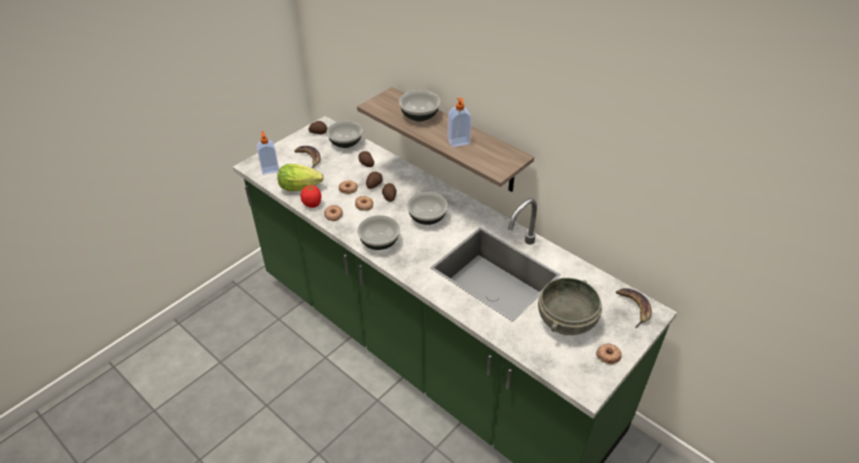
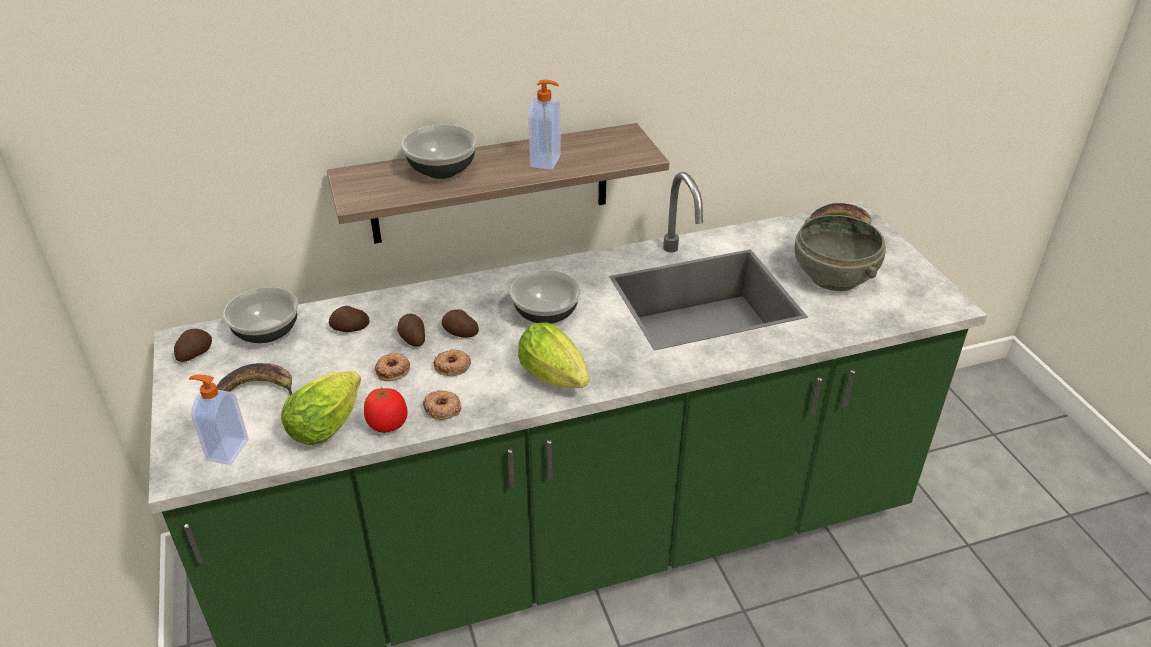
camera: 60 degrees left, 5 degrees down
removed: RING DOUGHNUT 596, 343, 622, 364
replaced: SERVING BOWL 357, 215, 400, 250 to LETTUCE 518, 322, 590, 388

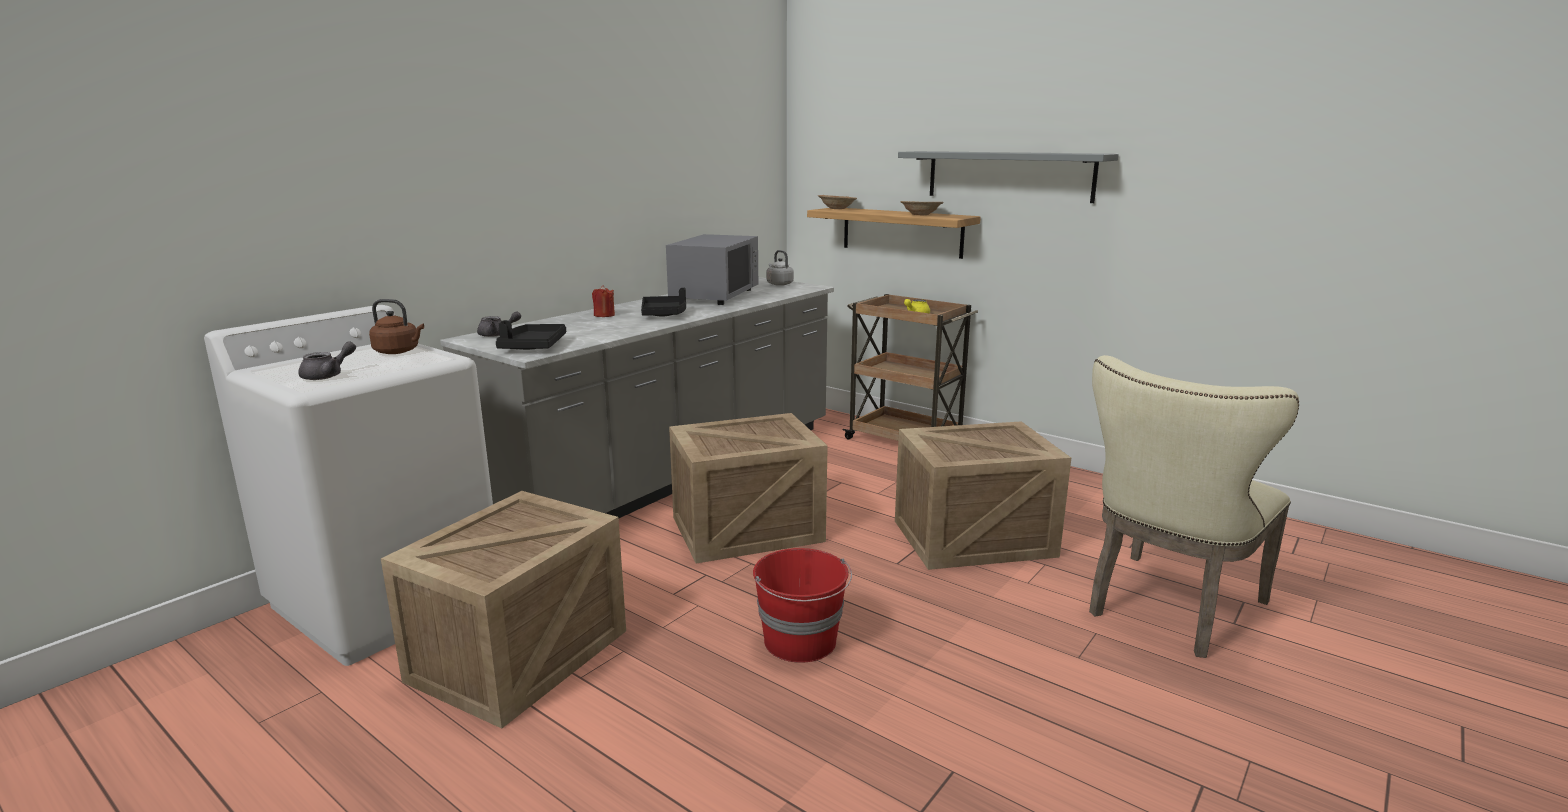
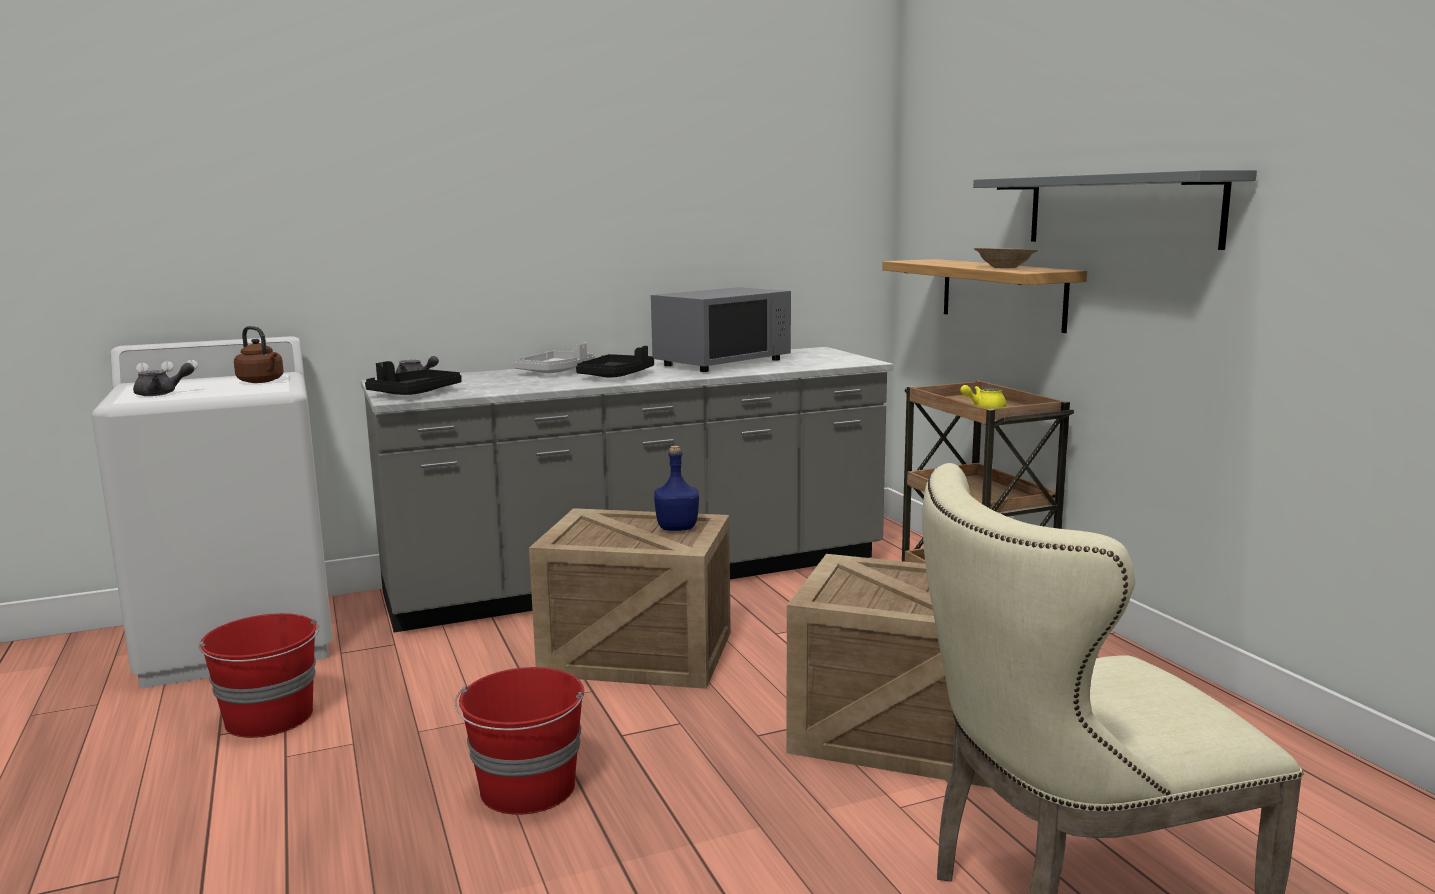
camera: 30 degrees right, 5 degrees down
removed: GRAY KETTLE 766, 250, 794, 286; BROWN SERVING BOWL 818, 195, 857, 209
added: BLUE-COLOURED DRINK BOTTLE 654, 446, 699, 531
replaced: SHIPPING CRATE 381, 491, 626, 729 to RED-COLOURED PAIL 198, 613, 319, 738; RED-COLOURED WAX LIGHT 592, 285, 615, 317 to GRAY CARRYING TRAY 514, 343, 595, 373

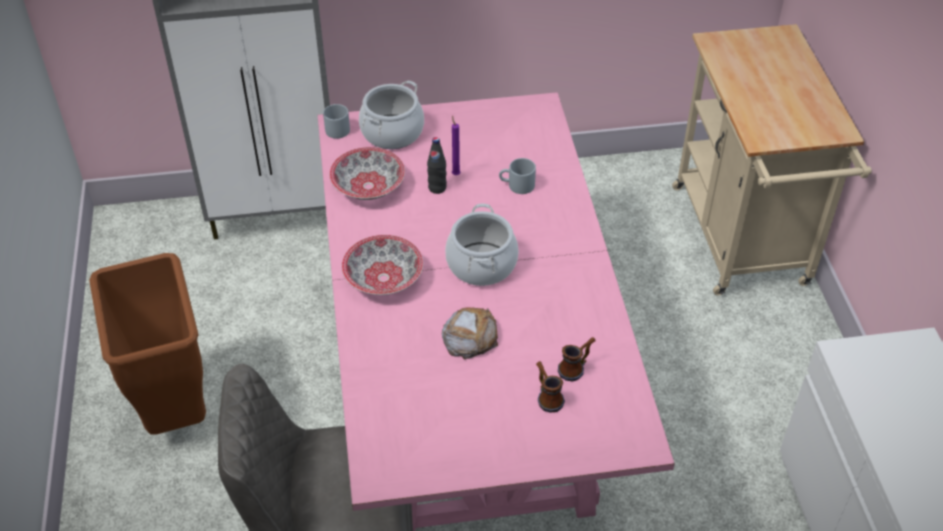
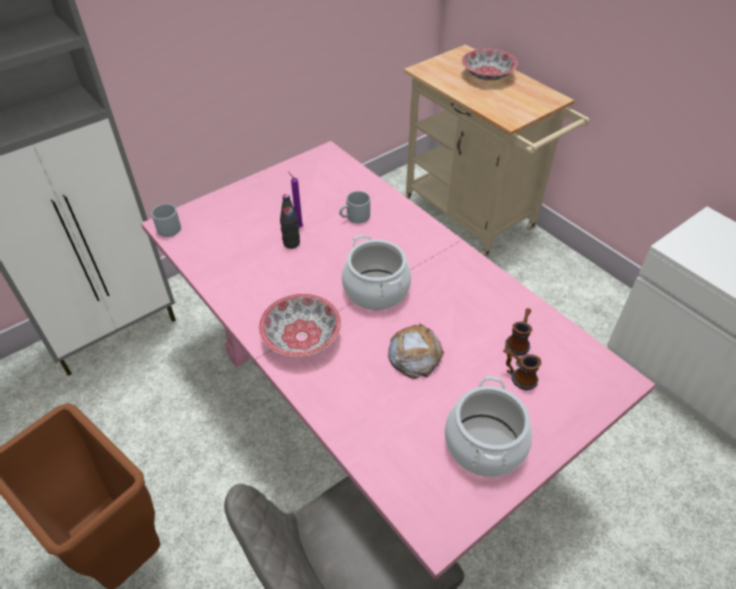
camera: 30 degrees left, 0 degrees up
moved: SAUCEPOT 359, 80, 424, 149 to 445, 376, 532, 477; SERVING BOWL 329, 147, 405, 200 to 462, 49, 518, 81

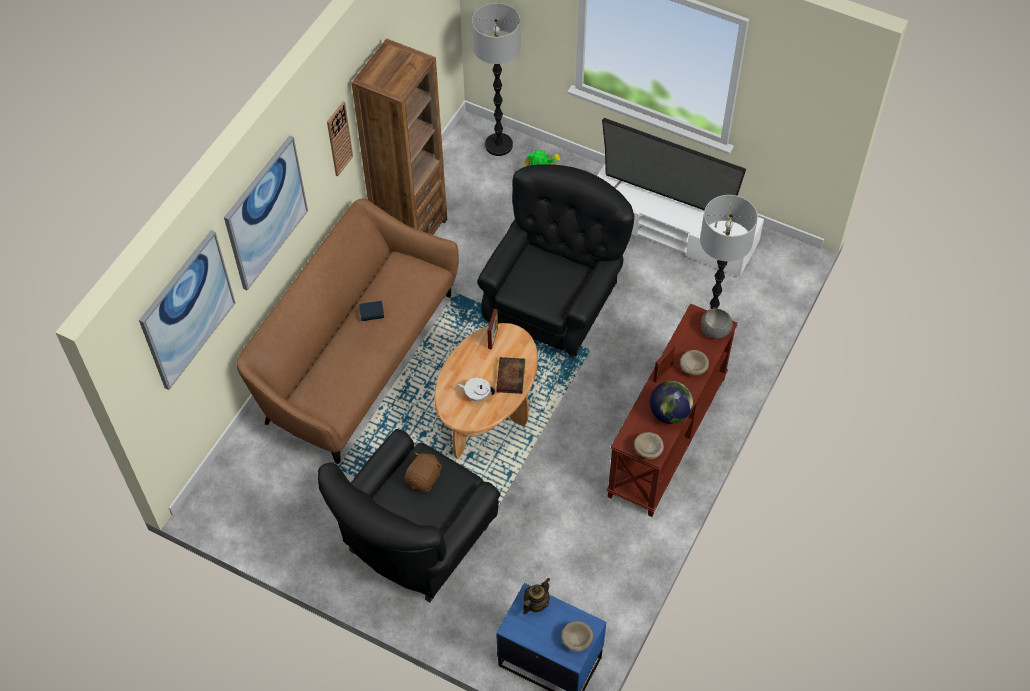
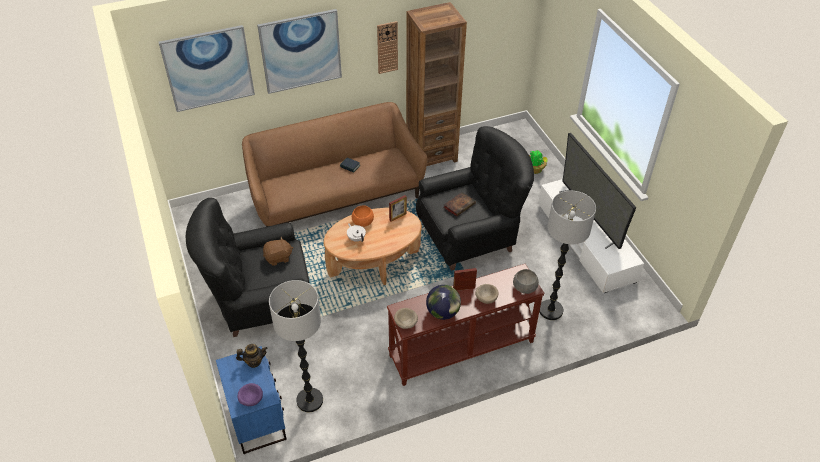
camera: 40 degrees right, 10 degrees down
added: ORANGE SERVING BOWL 352, 205, 374, 227
moved: STANDING LAMP 472, 3, 520, 156 to 269, 280, 323, 412; BOUND BOOK 496, 357, 525, 394 to 444, 192, 476, 217
recoloured: BEIGE-COLOURED SERVING BOWL 561, 621, 593, 652 to PURPLE SERVING BOWL 238, 383, 263, 406

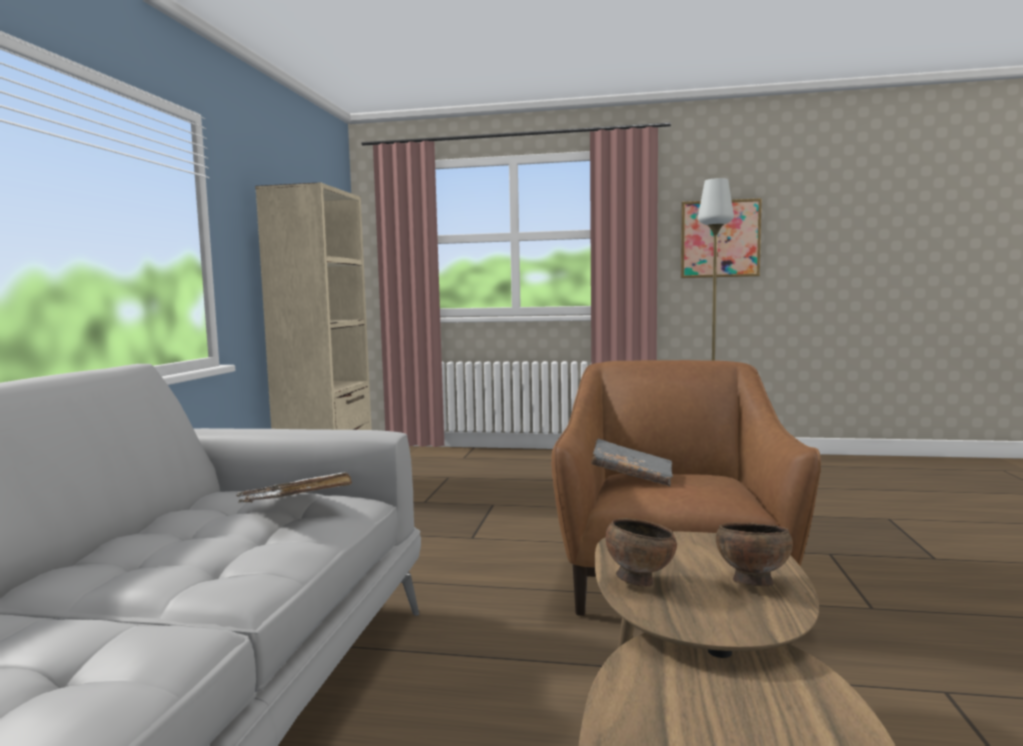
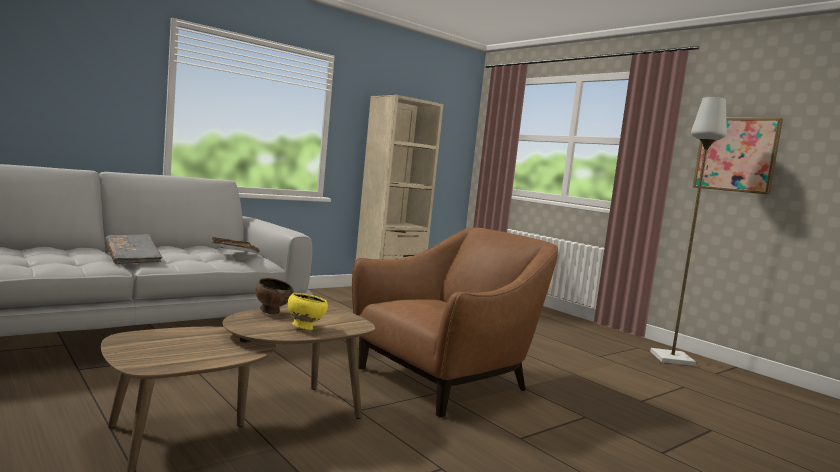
camera: 40 degrees right, 0 degrees up
moved: GRAY BOUND BOOK 591, 439, 673, 486 to 105, 234, 162, 265
recoloured: BROWN SERVING BOWL 716, 522, 793, 586 to YELLOWISH SERVING BOWL 288, 293, 328, 330

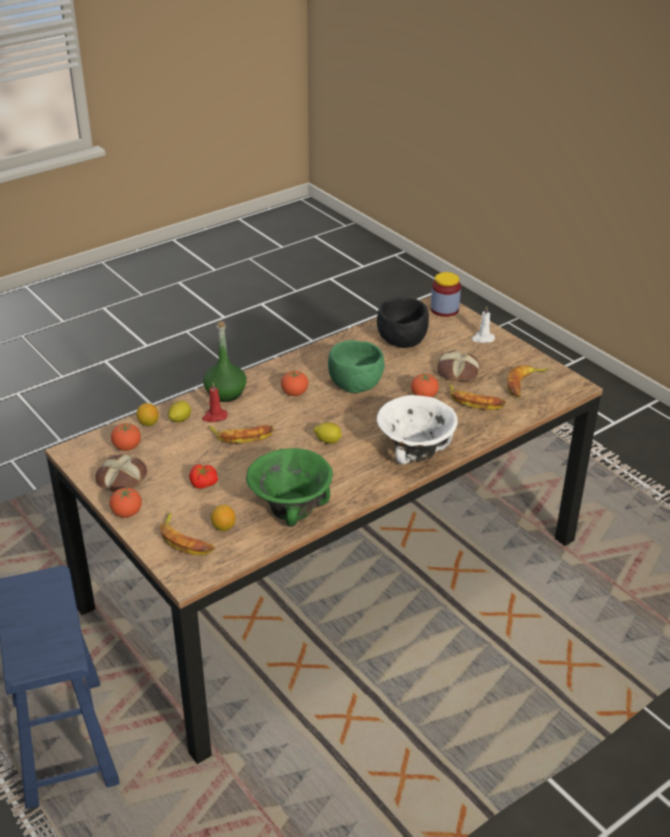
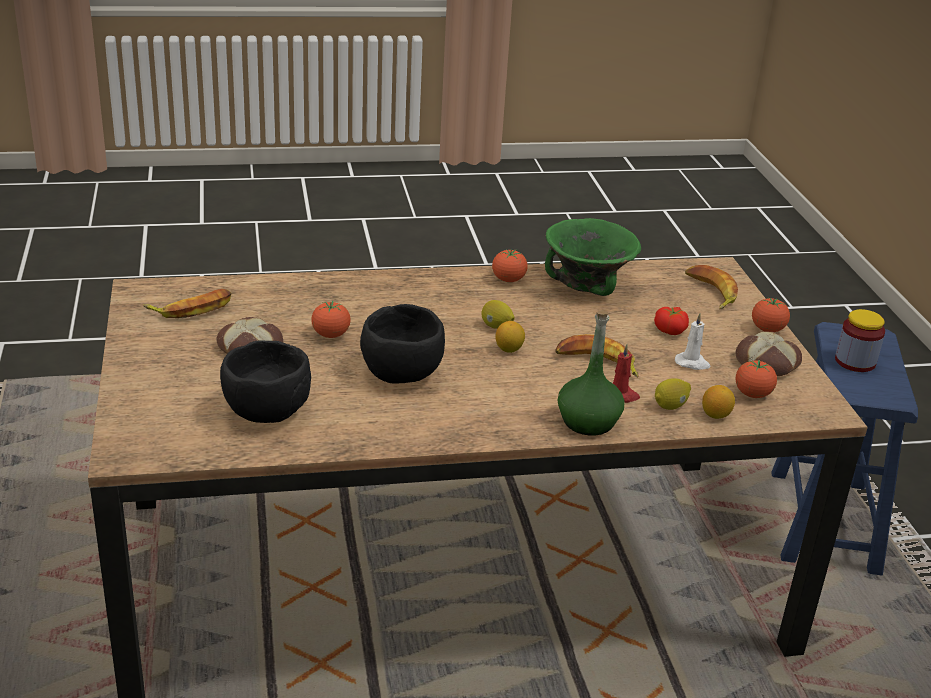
camera: 155 degrees left, 5 degrees down
removed: WHITE SERVING BOWL 377, 395, 458, 464; WHOLE BANANA 449, 383, 506, 410
moved: FRESH TOMATO 281, 370, 308, 396 to 492, 249, 528, 282; CITRUS FRUIT 211, 505, 236, 531 to 495, 321, 525, 353; WHITE WAX LIGHT 471, 307, 495, 343 to 675, 313, 710, 370; STORAGE JAR 431, 272, 461, 317 to 835, 309, 885, 372
recoloured: GREENISH SERVING BOWL 328, 340, 385, 393 to BLACKISH SERVING BOWL 360, 304, 445, 384

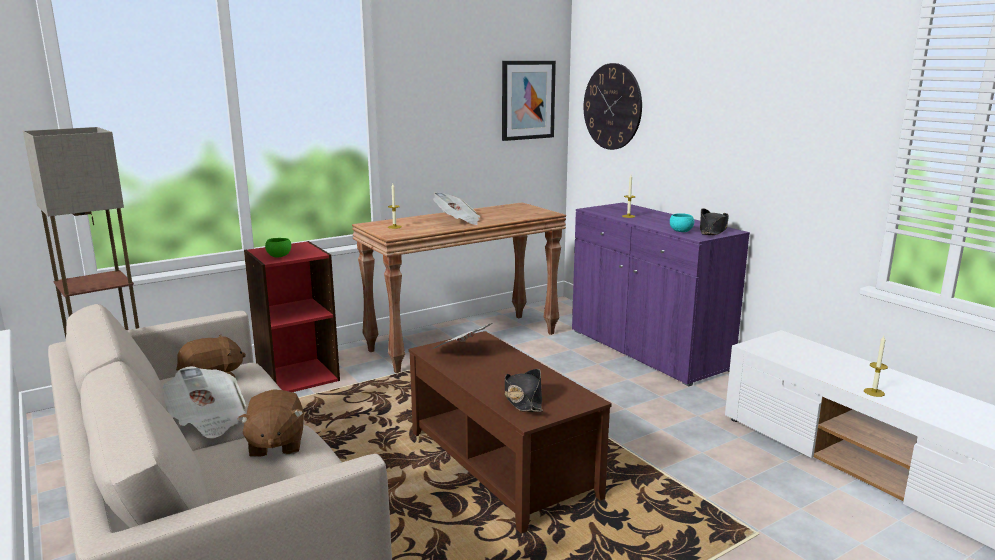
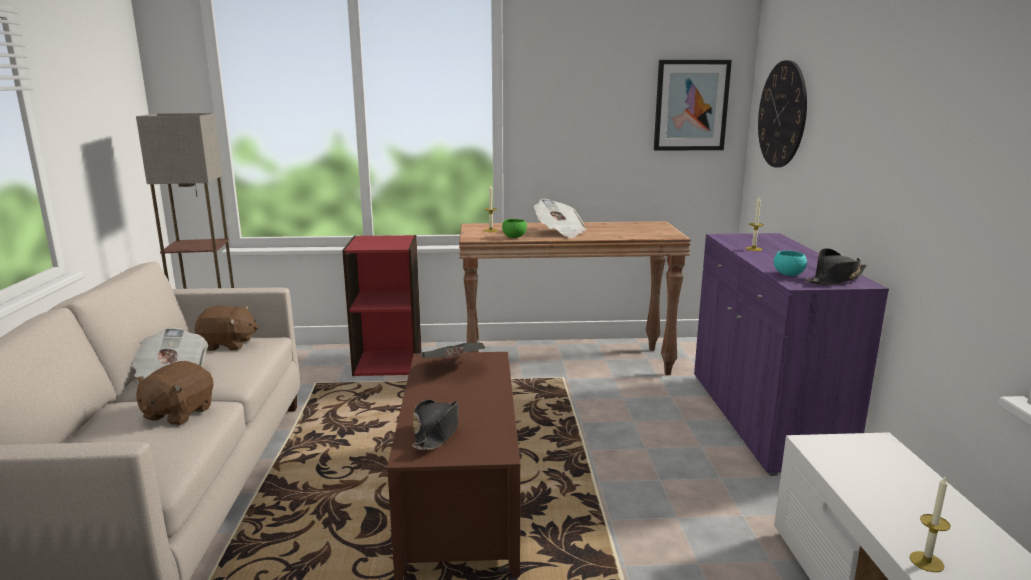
camera: 30 degrees right, 0 degrees up
moved: GREENISH SERVING BOWL 265, 238, 291, 258 to 502, 219, 527, 238

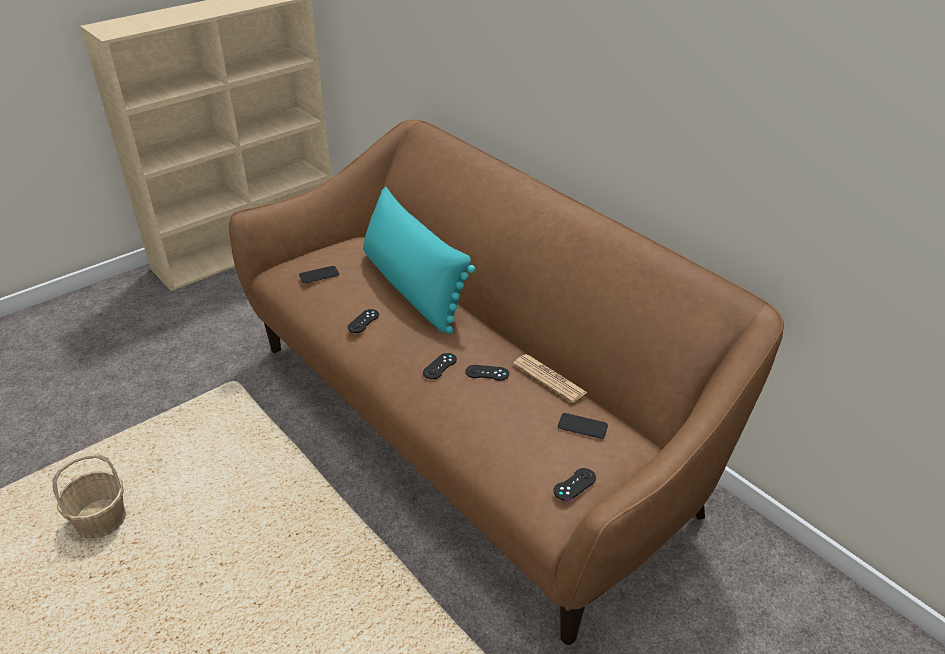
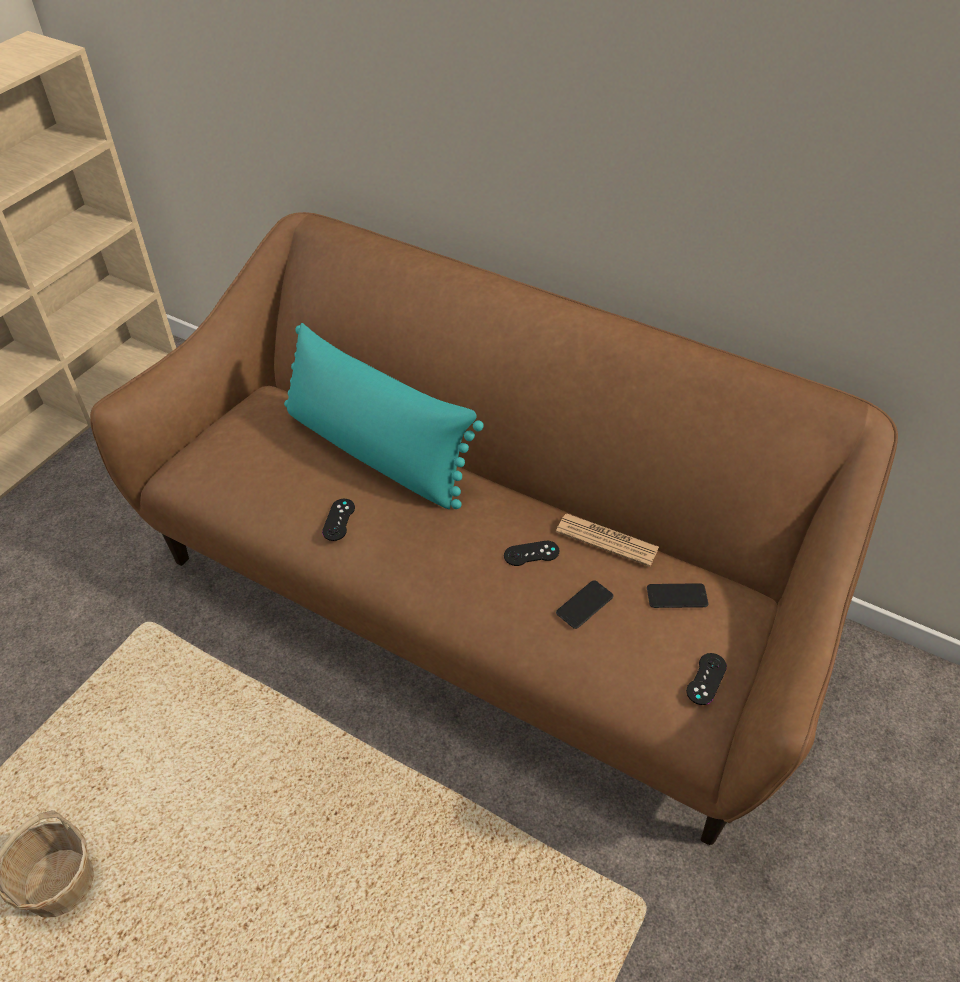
camera: 20 degrees left, 10 degrees up
removed: BLACKISH GAMEPAD 423, 353, 457, 379
moved: PHONE 299, 266, 339, 283 to 556, 580, 613, 629

